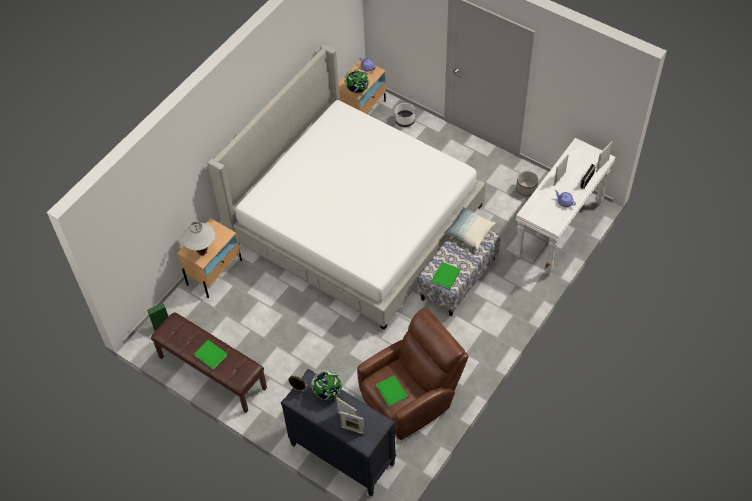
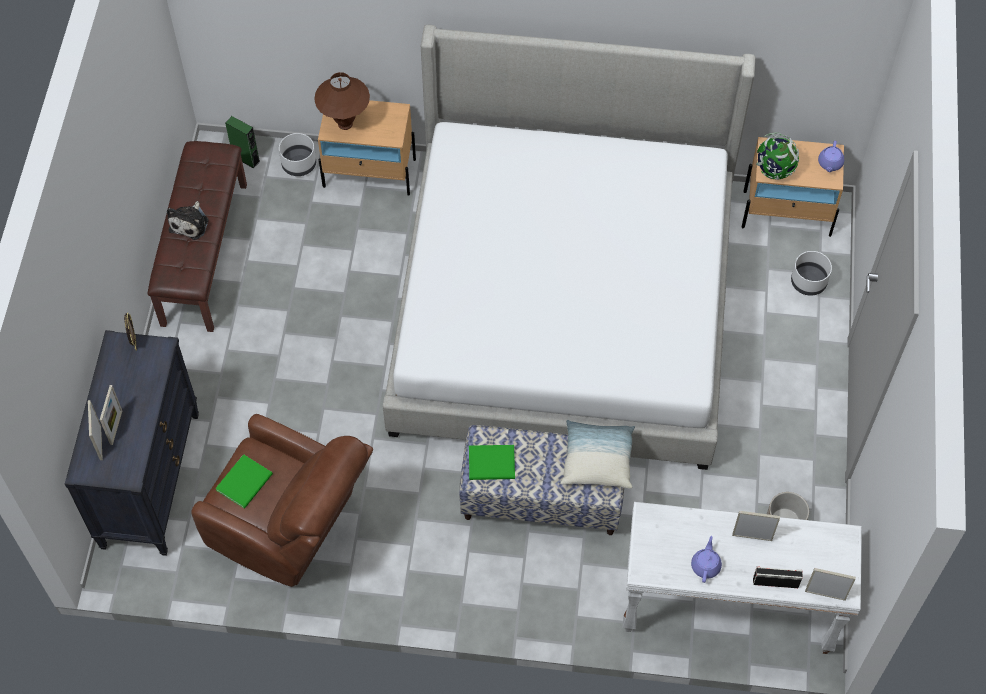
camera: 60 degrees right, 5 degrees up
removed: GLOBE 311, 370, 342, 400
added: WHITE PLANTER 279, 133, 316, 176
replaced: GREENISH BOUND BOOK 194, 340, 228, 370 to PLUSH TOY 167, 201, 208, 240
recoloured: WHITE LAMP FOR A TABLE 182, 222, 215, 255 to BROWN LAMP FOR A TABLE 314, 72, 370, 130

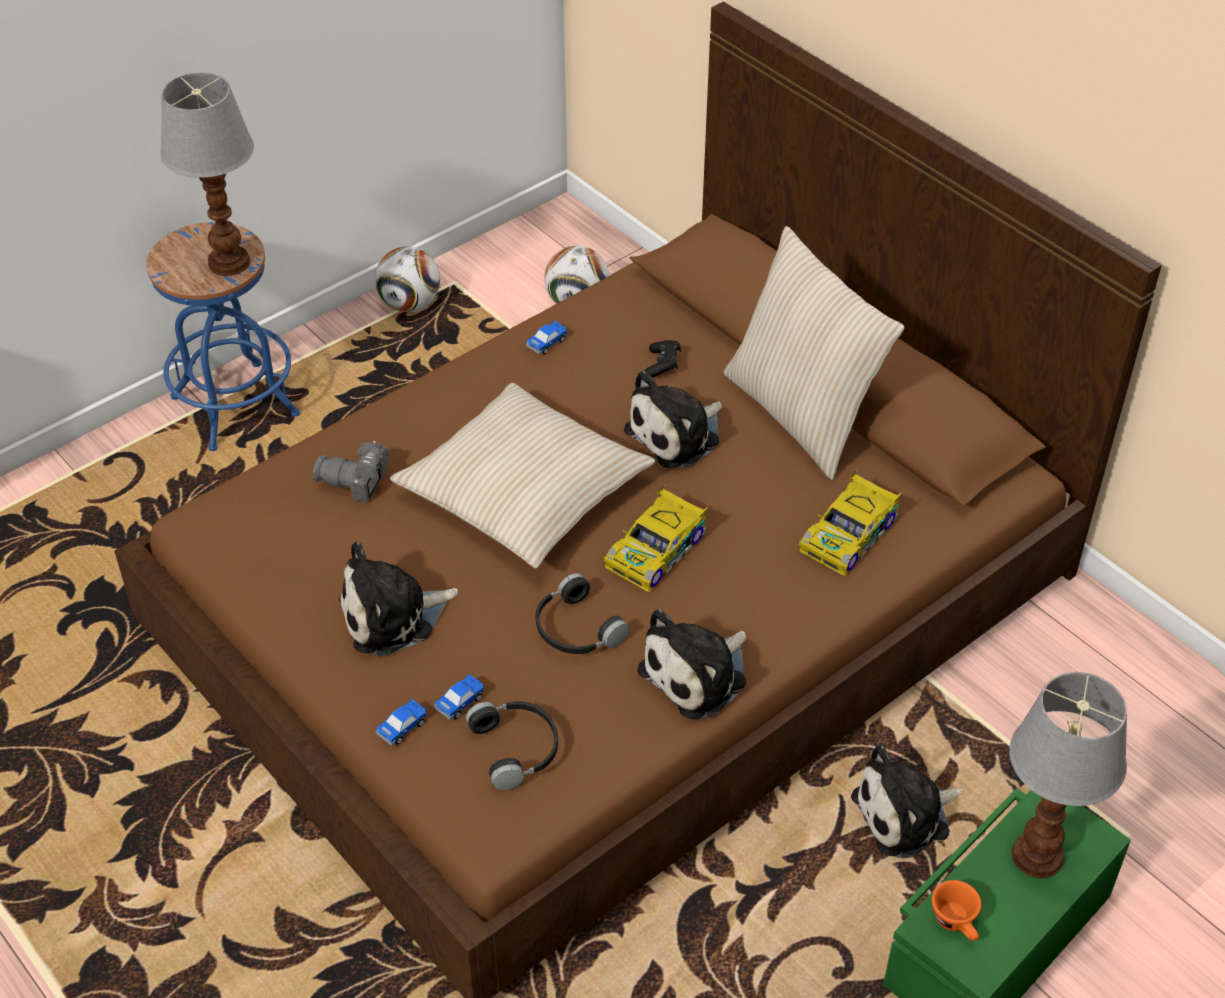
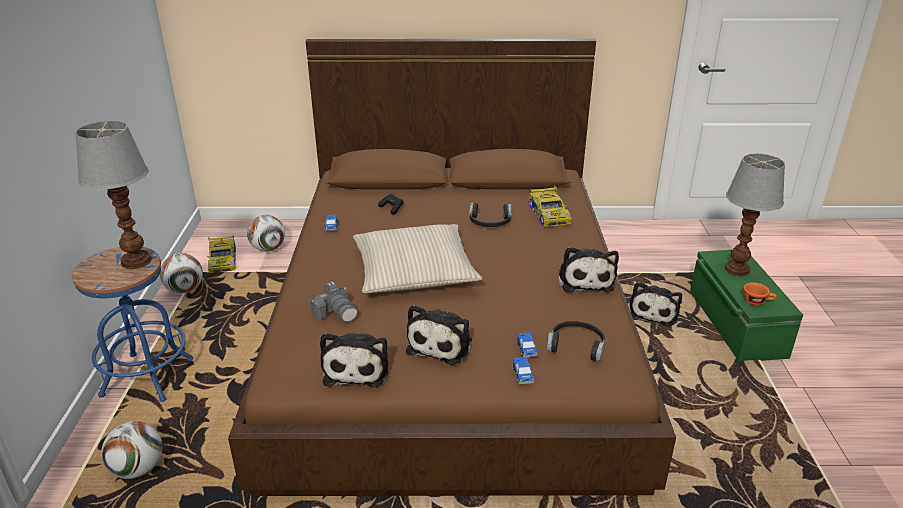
camera: 50 degrees left, 15 degrees down
removed: BEIGE-COLOURED CUSHION 724, 226, 904, 480
added: FOOTBALL 101, 421, 162, 479
moved: TOY CAR 604, 485, 708, 592 to 207, 234, 236, 273; PLUSH TOY 624, 371, 722, 468 to 320, 333, 389, 387; BLACKISH HEADPHONES 535, 573, 629, 654 to 469, 203, 512, 227
turned: STILL CAMERA 313, 441, 389, 503 = 308, 281, 358, 322 90 degrees counterclockwise

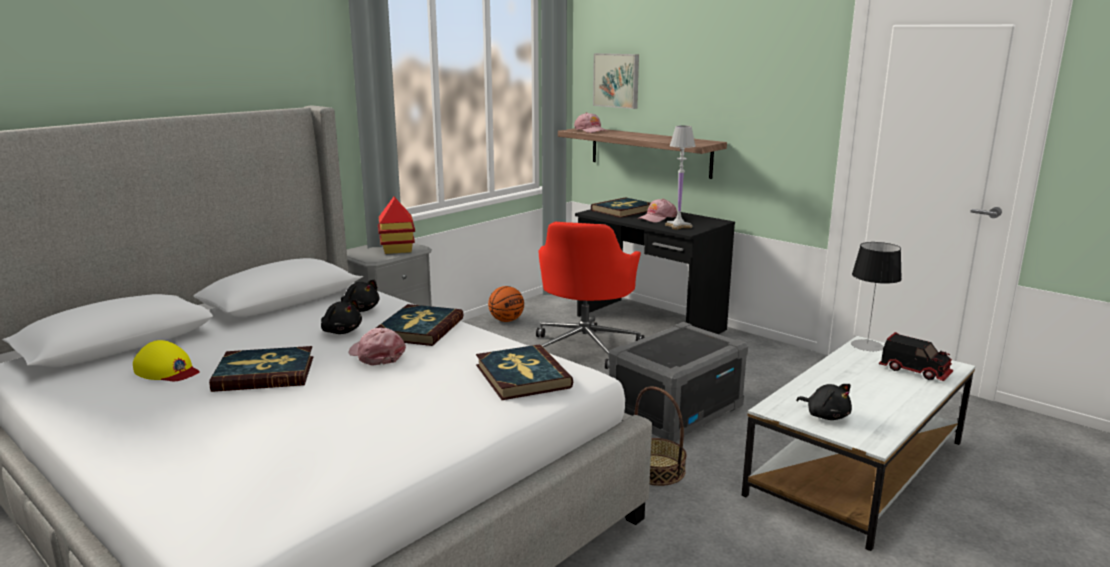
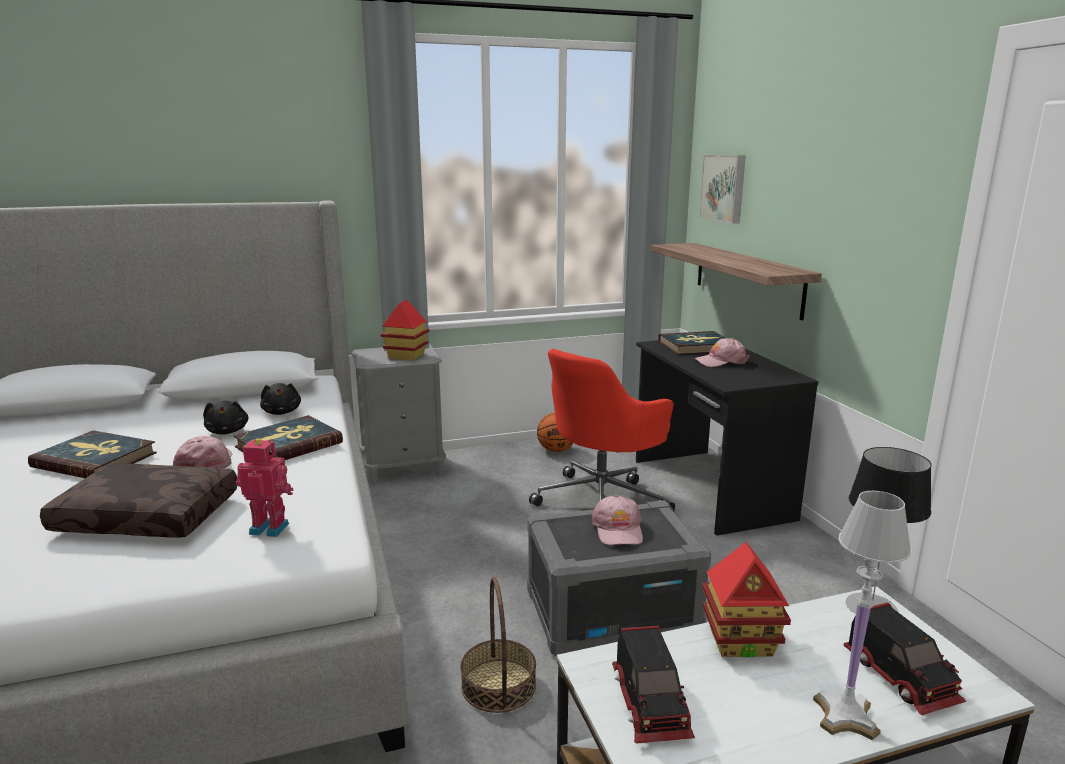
camera: 30 degrees right, 0 degrees up
removed: YELLOWISH CAP 133, 340, 200, 381
added: BROWN CUSHION 40, 463, 237, 538; MODEL HOUSE 702, 542, 791, 657
moved: PINKISH CAP 574, 112, 607, 133 to 591, 495, 643, 545; WHITE LAMP FOR A TABLE 665, 125, 696, 230 to 813, 491, 911, 740
replaced: BOUND BOOK 476, 345, 573, 400 to TOY ROBOT 236, 438, 293, 537; BLACKISH PLUSH TOY 796, 384, 852, 420 to MODEL TRUCK 612, 625, 695, 744

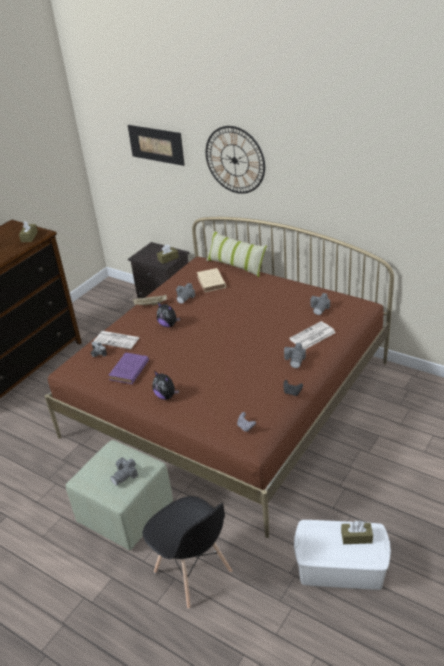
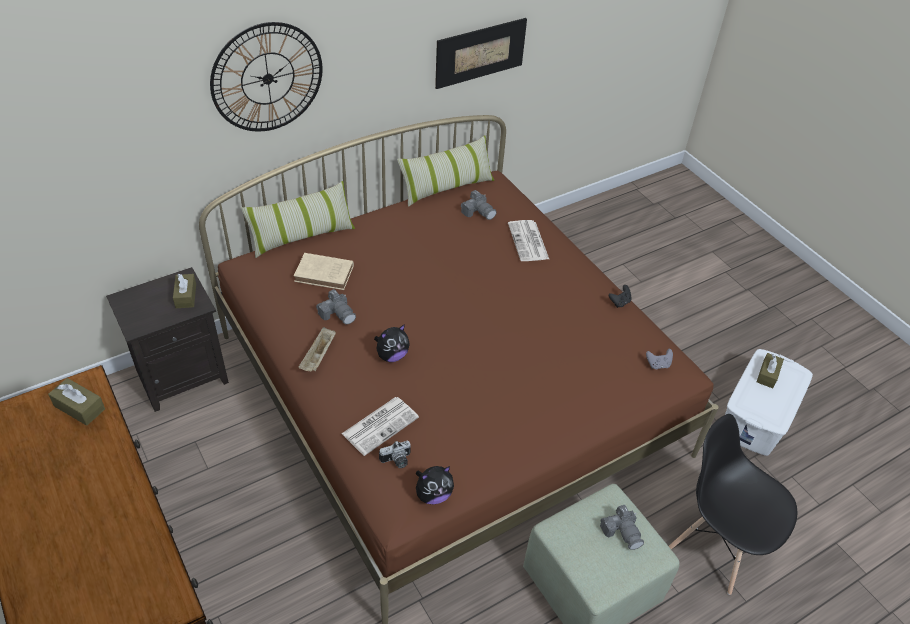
camera: 70 degrees left, 10 degrees up
removed: PURPLE BOUND BOOK 108, 353, 149, 384; STILL CAMERA 284, 343, 306, 368
added: CUSHION 397, 135, 494, 207
moved: PLUSH TOY 153, 371, 179, 400 to 415, 466, 454, 505; WALL ART 128, 125, 185, 166 to 435, 18, 527, 89
turned: BLACKISH PLAIN CHAIR 143, 496, 232, 609 = 669, 414, 797, 595 120 degrees counterclockwise

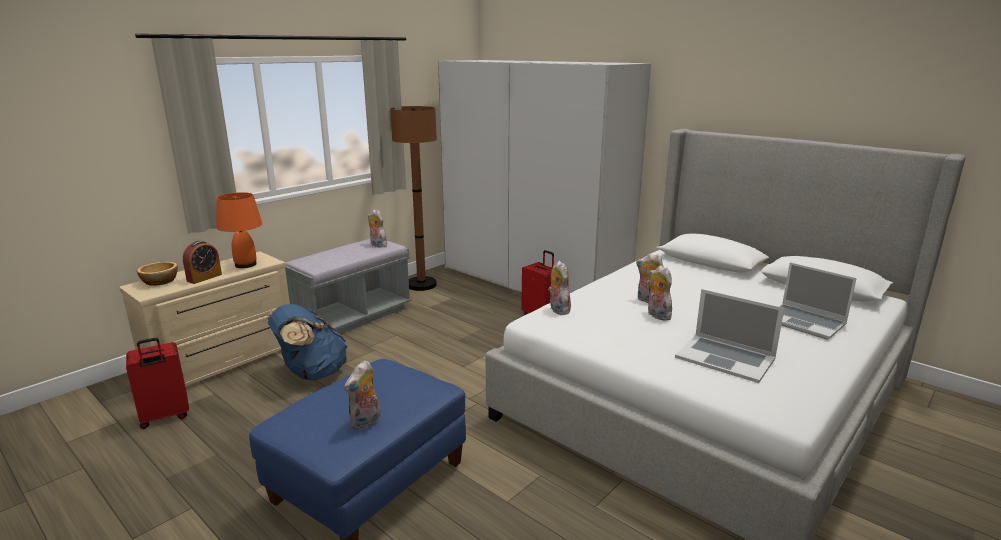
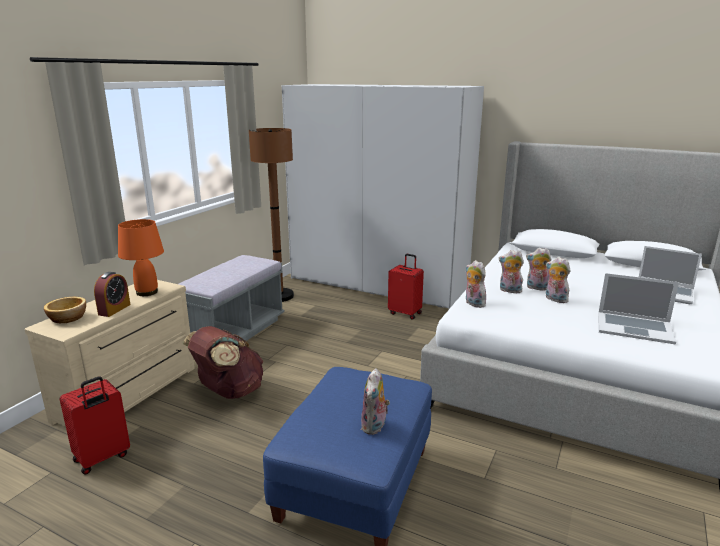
camera: 15 degrees left, 0 degrees up
moved: PLUSH TOY 368, 209, 387, 248 to 499, 250, 524, 293
recoloured: BLUE-COLOURED RUCKSACK 268, 304, 347, 380 to BROWN RUCKSACK 182, 326, 264, 399

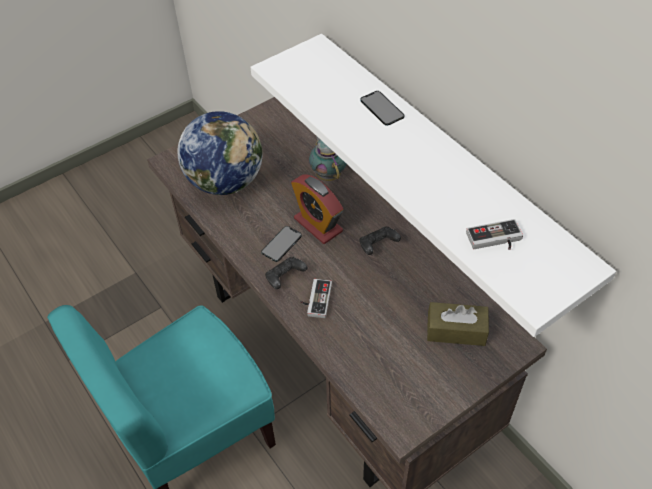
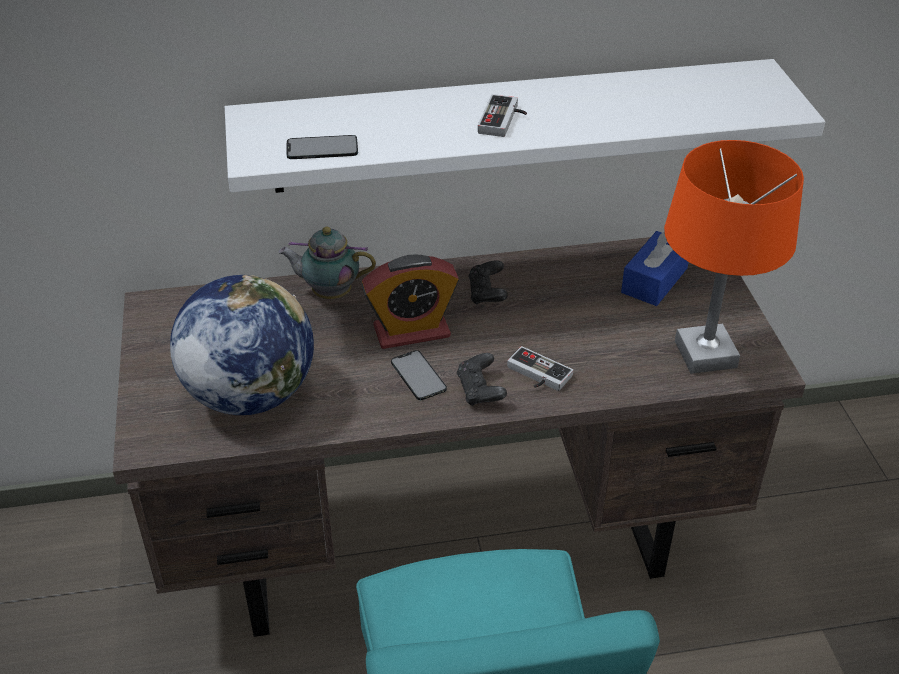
camera: 65 degrees left, 10 degrees down
added: ORANGE LAMP FOR A TABLE 664, 140, 804, 374
moved: PHONE 360, 91, 405, 126 to 287, 135, 358, 159; GAMEPAD 466, 219, 523, 250 to 478, 94, 527, 137
recoloured: BROWN TISSUE HOLDER 427, 302, 489, 346 to BLUE-COLOURED TISSUE HOLDER 621, 231, 689, 306

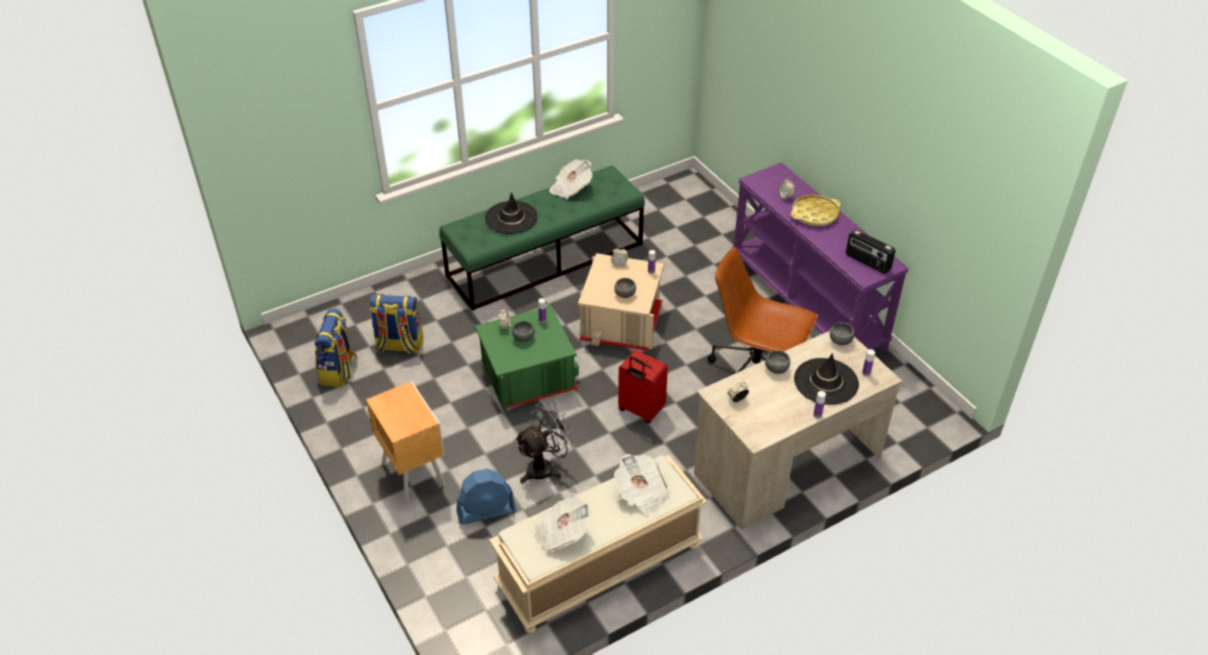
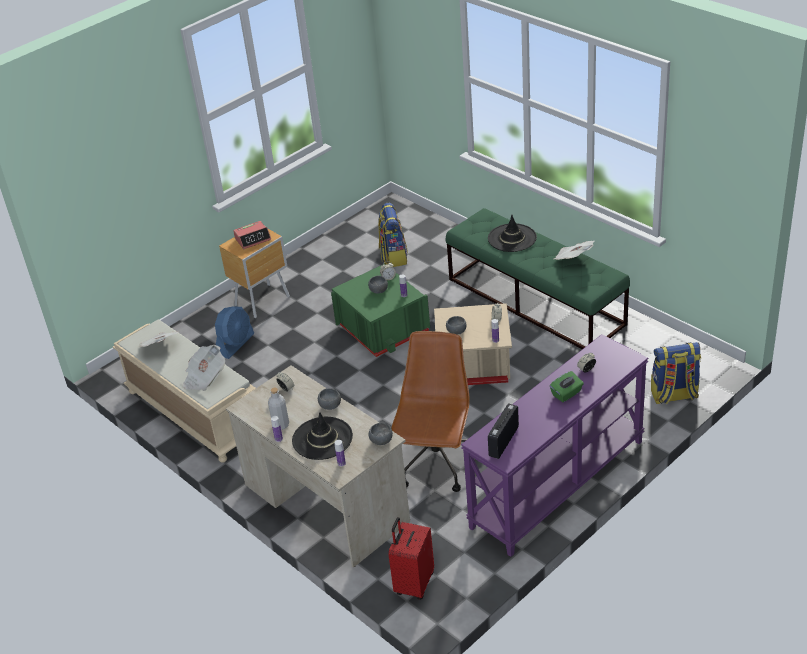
camera: 80 degrees right, 5 degrees down
removed: GRAY ELECTRIC FAN 515, 400, 578, 483
added: BEDSIDE CLOCK 233, 221, 271, 249; GRAY DRINK BOTTLE 268, 388, 289, 430
moved: RED-COLOURED SUITCASE 618, 350, 668, 423 to 388, 517, 434, 600; RUCKSACK 315, 309, 358, 387 to 651, 342, 701, 404
replaced: YELLOWISH CARRYING TRAY 791, 195, 841, 226 to GREENISH TISSUE HOLDER 550, 371, 584, 402
turned: BLUE-COLOURED ELECTRIC FAN 456, 469, 516, 525 = 215, 306, 254, 359 120 degrees counterclockwise

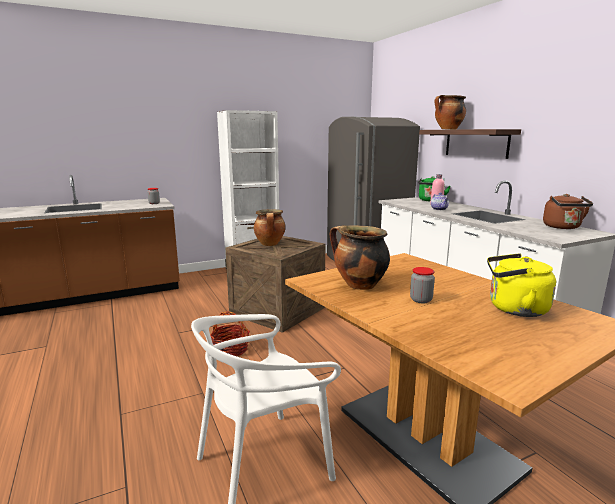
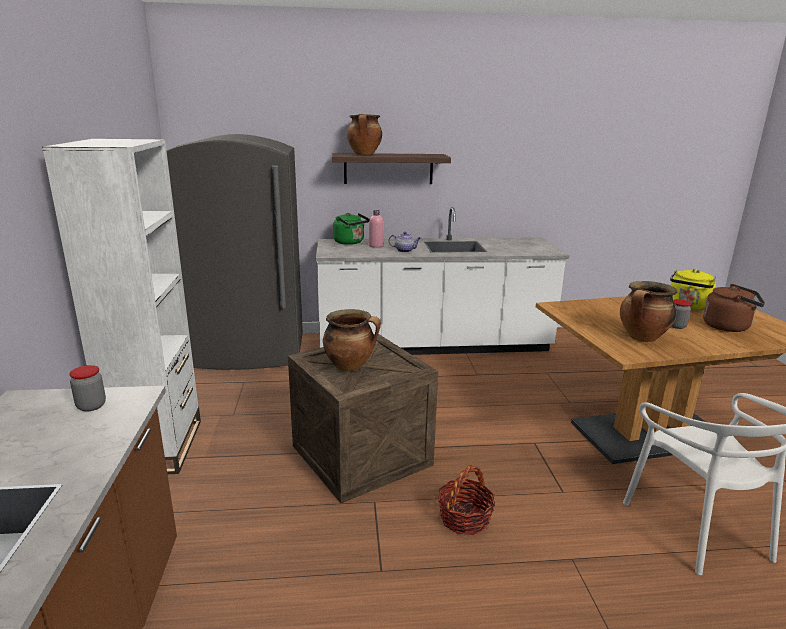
camera: 70 degrees left, 5 degrees up
moved: BROWN KETTLE 543, 194, 593, 229 to 703, 284, 765, 332

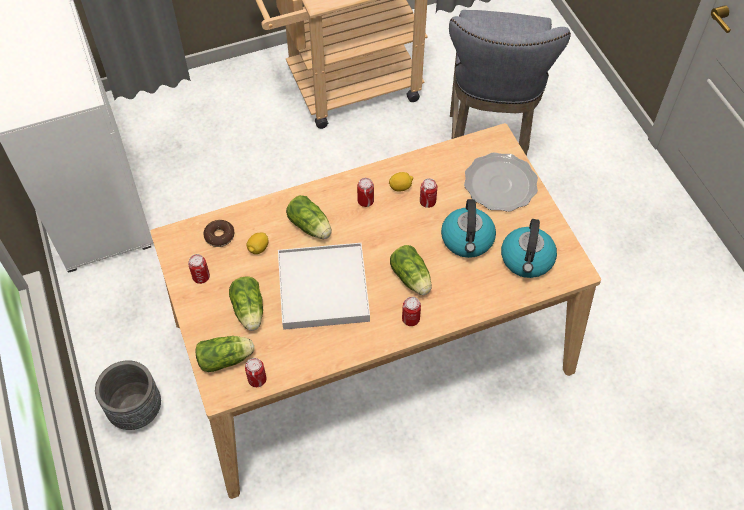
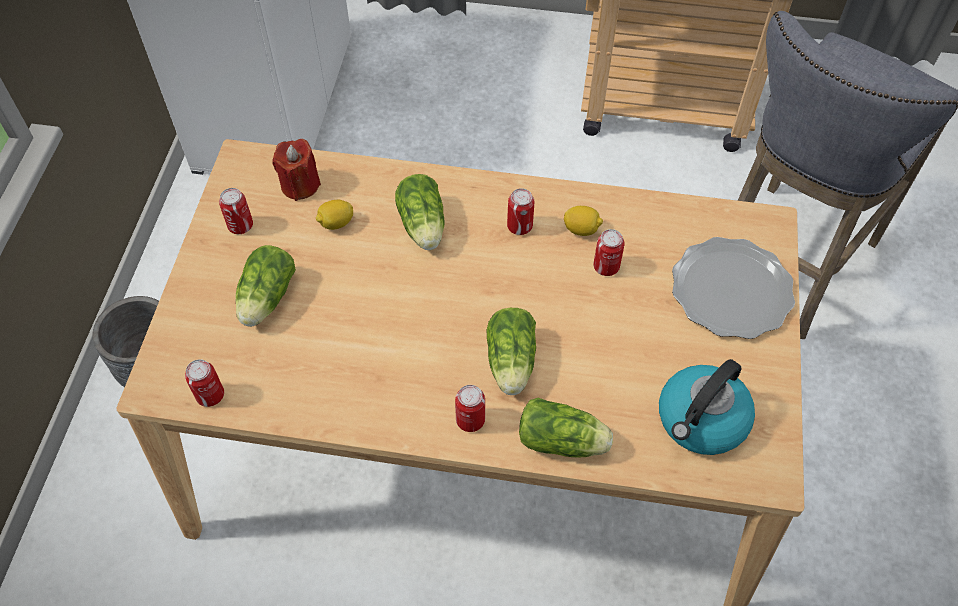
camera: 30 degrees right, 0 degrees up
removed: WHITE CARRYING TRAY 278, 243, 370, 330; KETTLE 441, 199, 496, 258
moved: LETTUCE 195, 336, 254, 372 to 519, 398, 613, 457
replaced: RING DOUGHNUT 203, 220, 234, 247 to RED-COLOURED WAX LIGHT 272, 139, 321, 201

